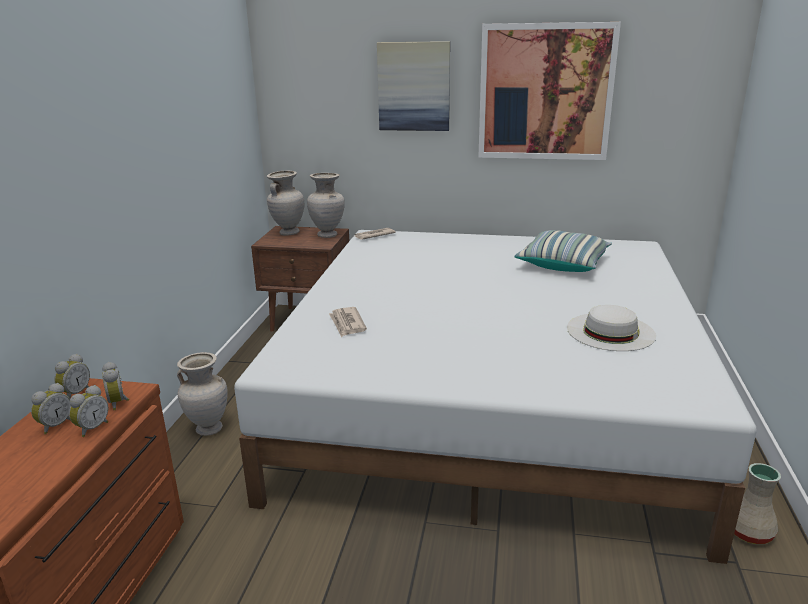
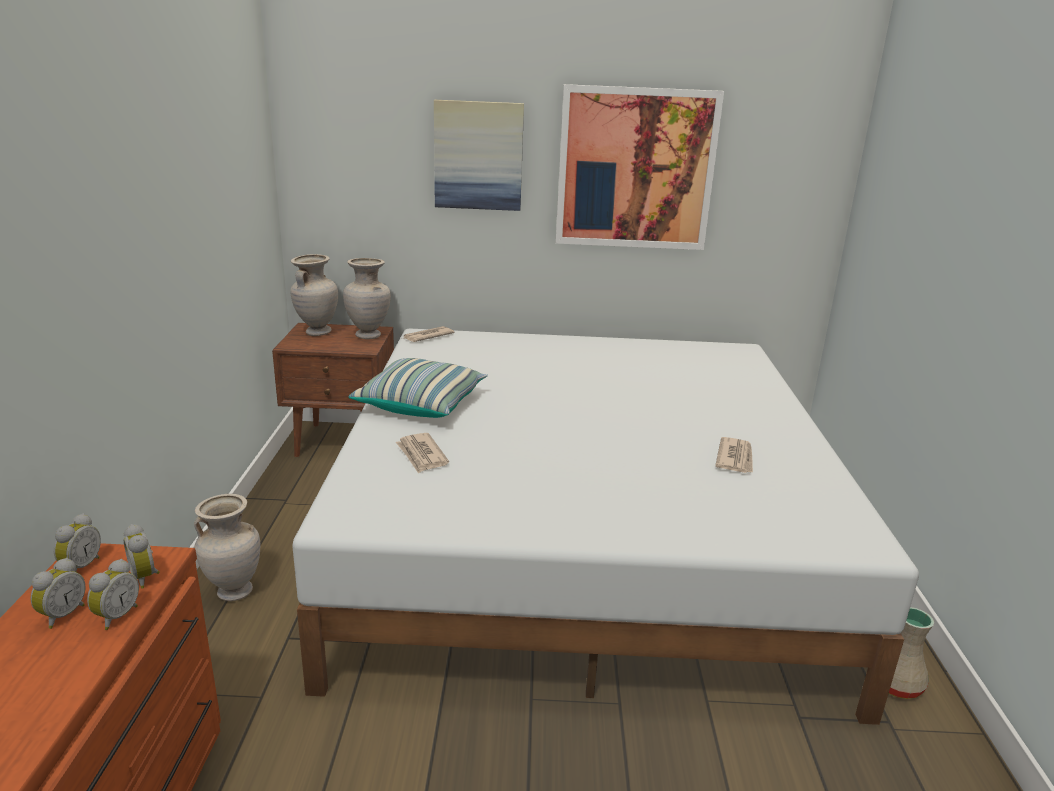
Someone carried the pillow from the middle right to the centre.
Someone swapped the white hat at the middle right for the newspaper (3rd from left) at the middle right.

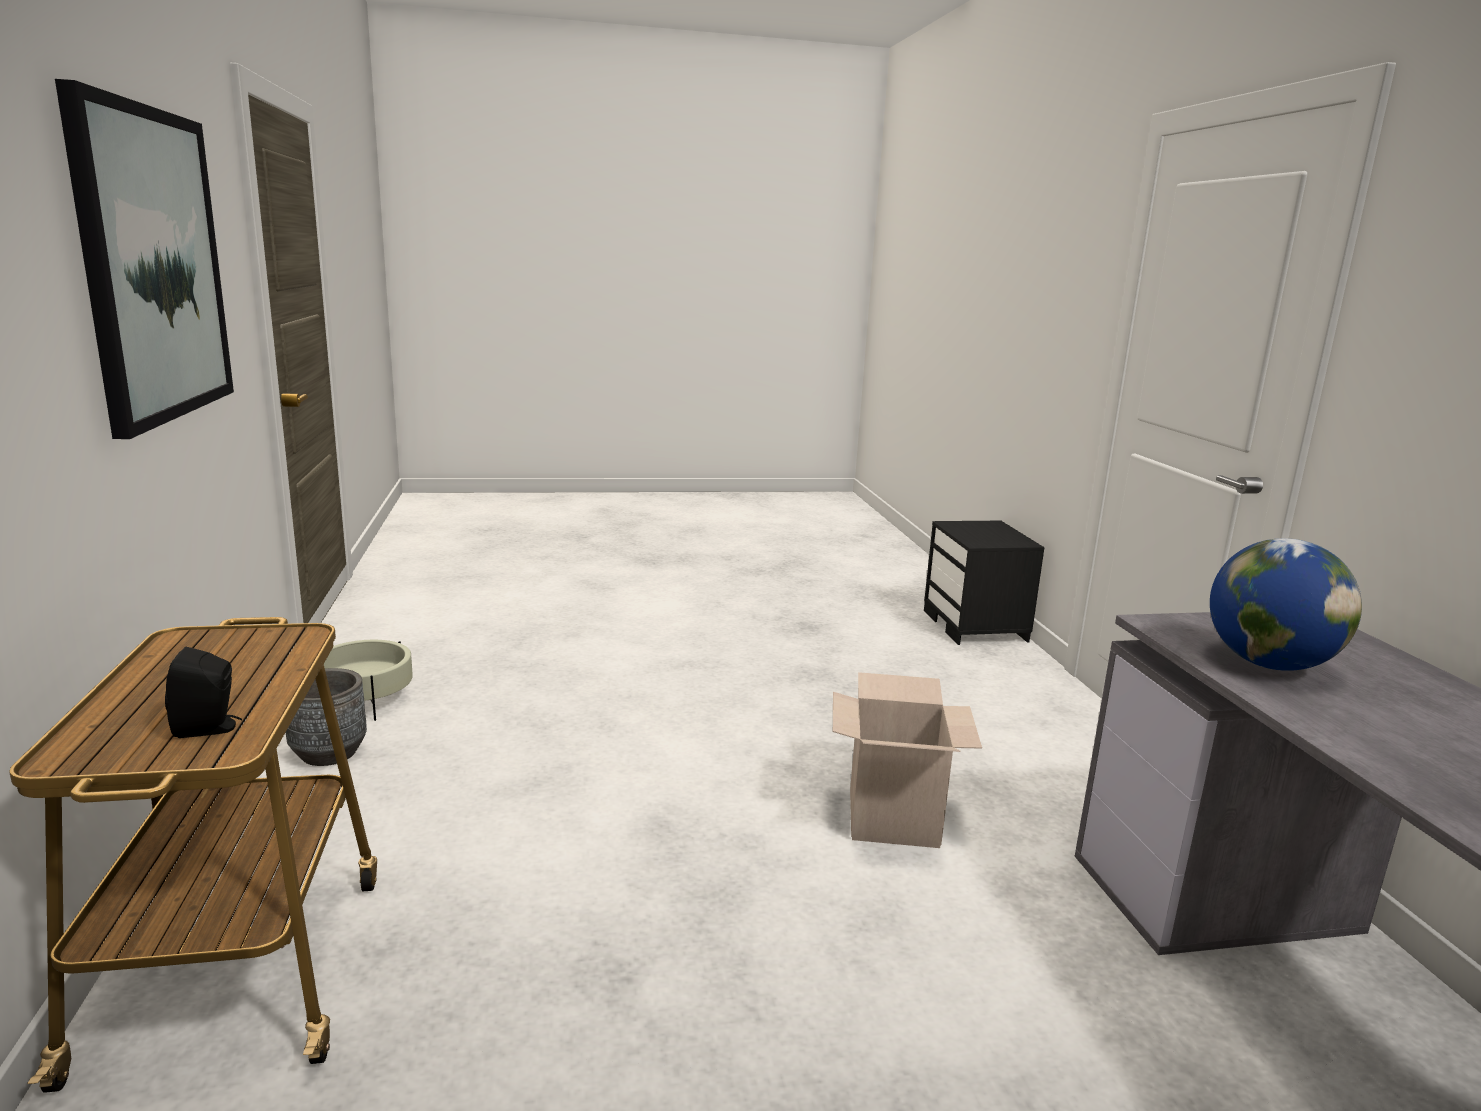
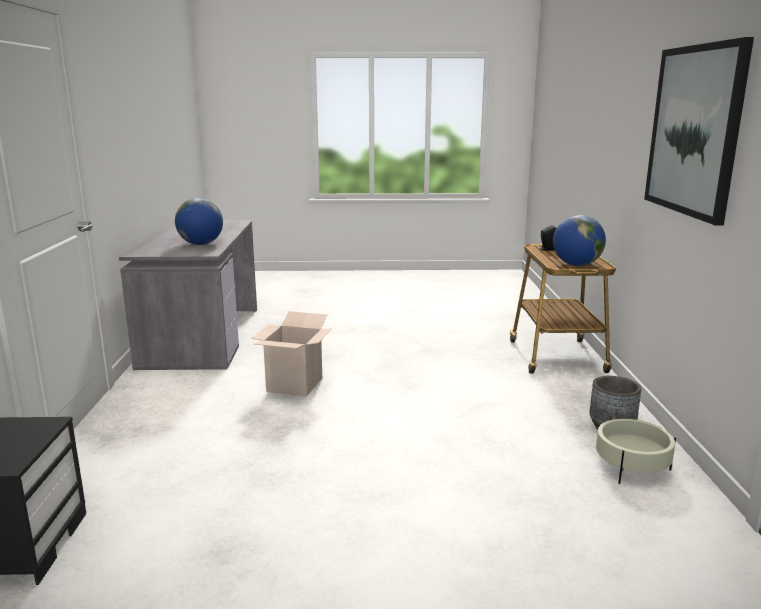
Someone put down the globe (2nd from left) at the middle right.

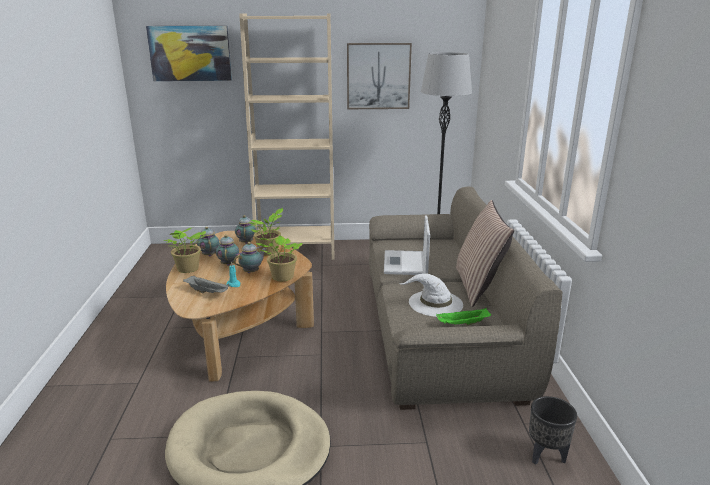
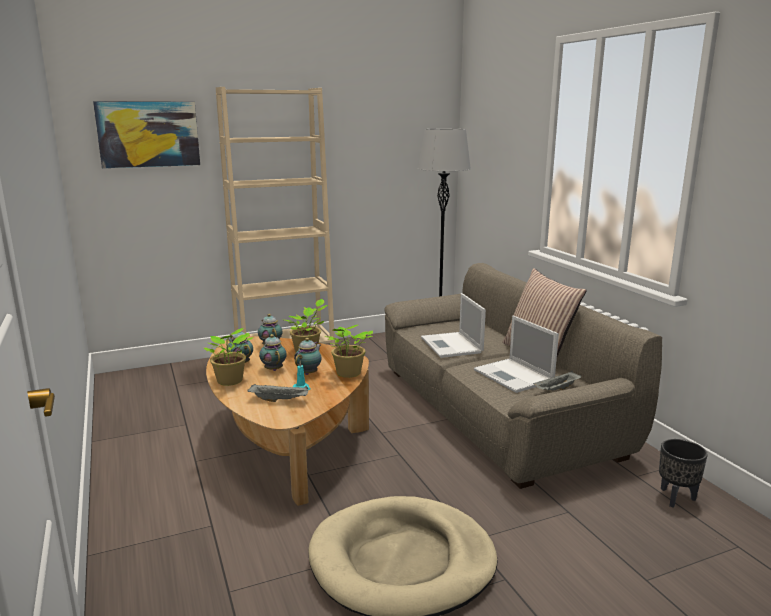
Someone swapped the white hat at the centre for the laptop (2nd from left) at the middle right.
Someone repainted the green tray at the centre, which became the grey tray (2nd from left) at the middle right.
Someone took away the picture (2nd from left) at the top centre.

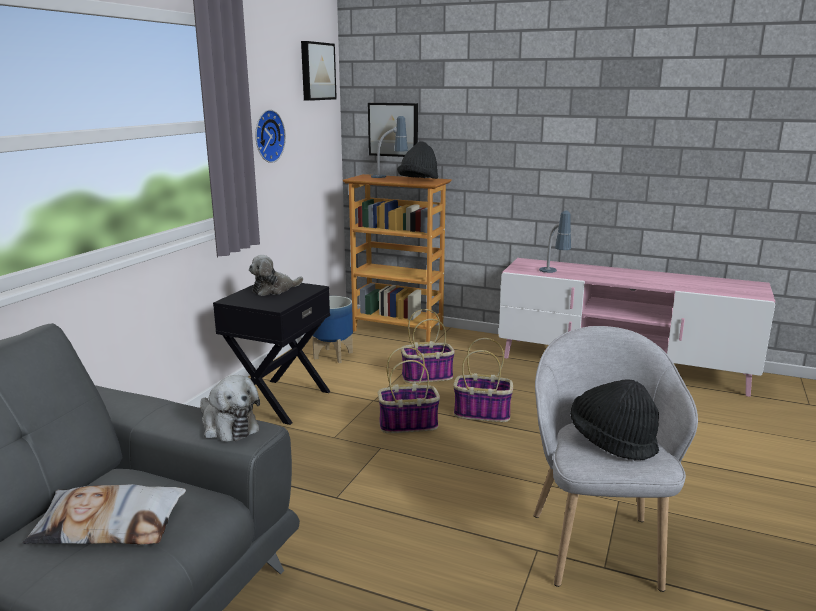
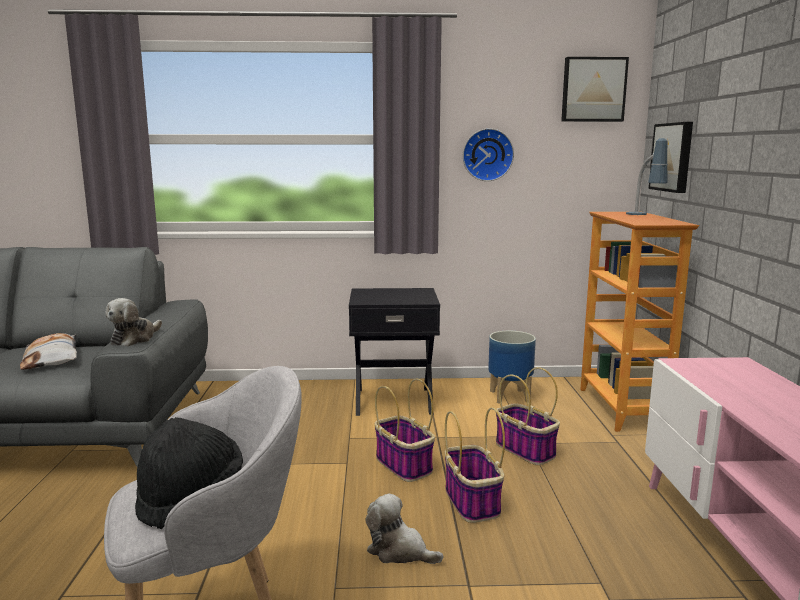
Someone carried the plush toy (2nd from left) from the centre to the bottom centre.
Someone took away the black hat (1st from left) at the top centre.
Someone took away the table lamp (2nd from left) at the middle right.

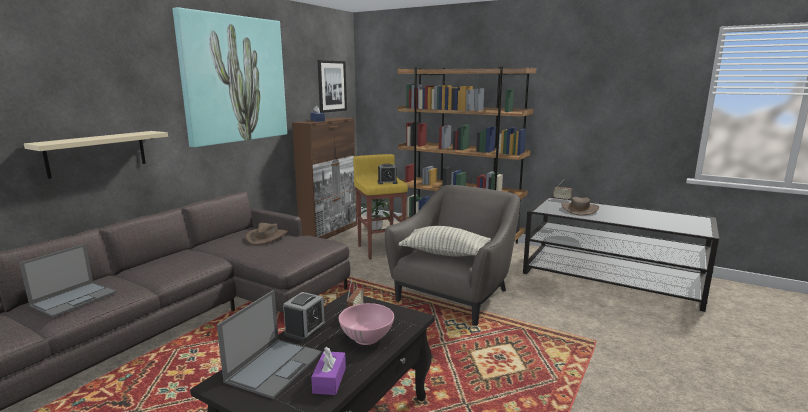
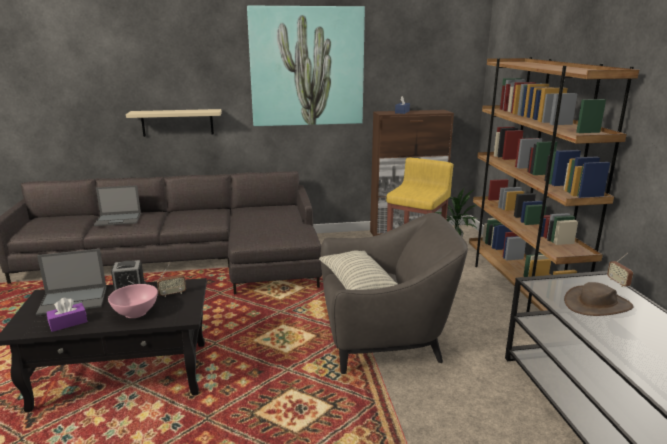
Someone took away the brown hat (1st from left) at the middle left.
Someone took away the picture (2nd from left) at the top centre.
Someone took away the alarm clock (2nd from left) at the centre.

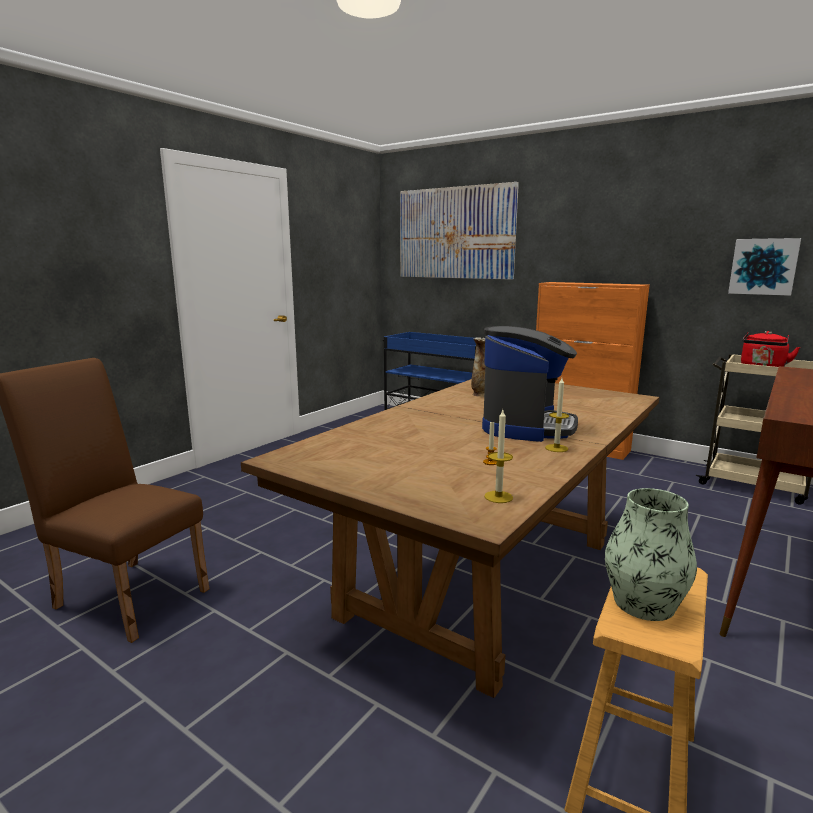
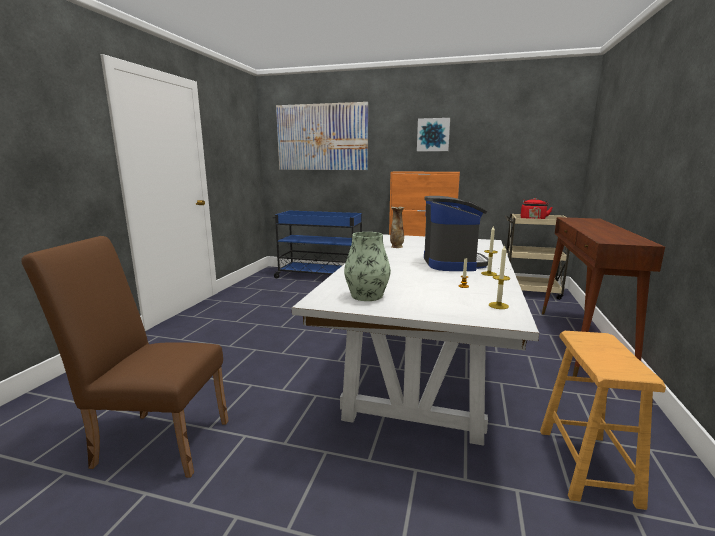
Someone repainted the brown dining table at the centre, which became the white dining table at the centre.
Someone carried the vase (2nd from left in the first image) from the bottom right to the centre.
Someone carried the picture (2nd from left) from the top right to the top centre.

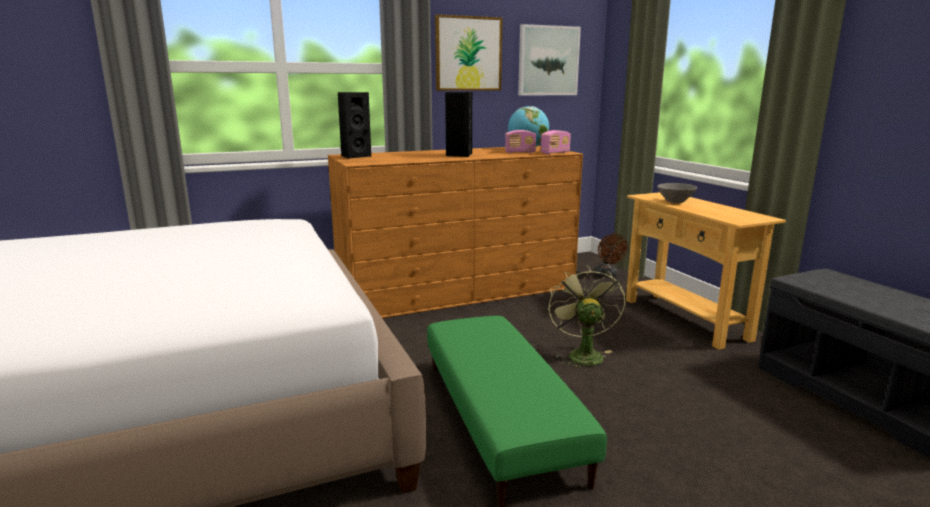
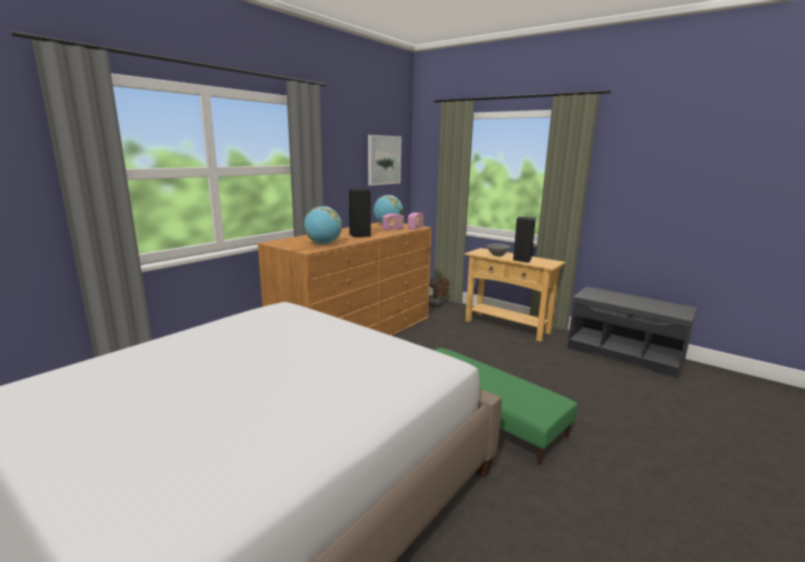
Someone put down the globe (1st from left) at the centre.
Someone carried the black speaker (1st from left in the first image) from the top centre to the centre.
Someone took away the picture (1st from left) at the top centre.
Someone took away the green fan at the centre.

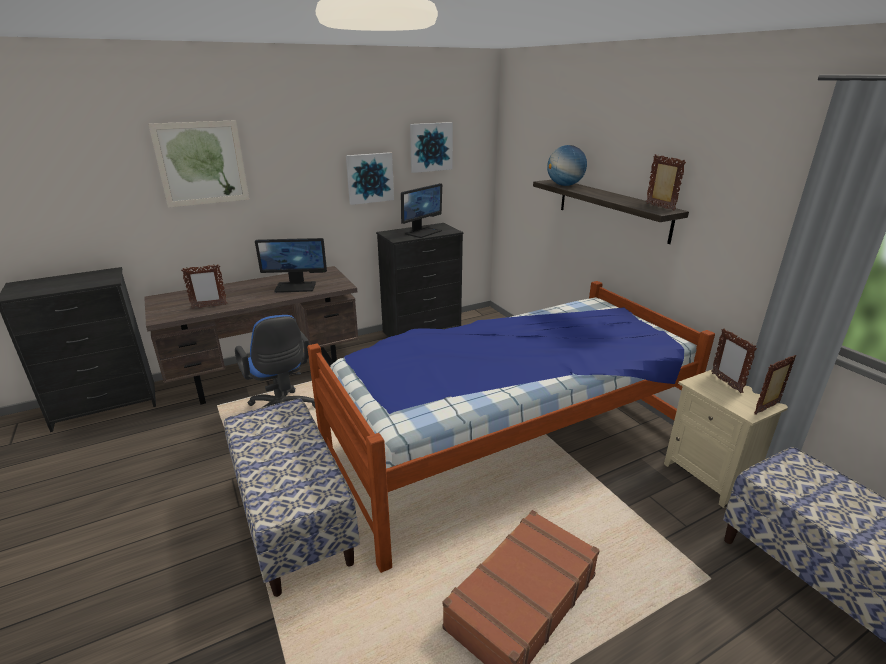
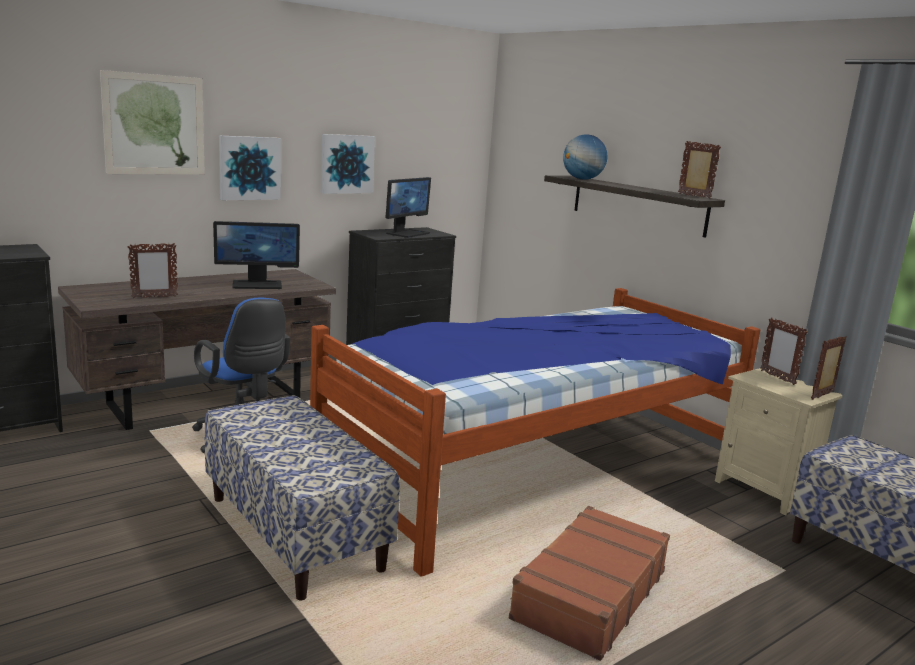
Someone carried the picture (3rd from left in the first image) from the top centre to the top left.

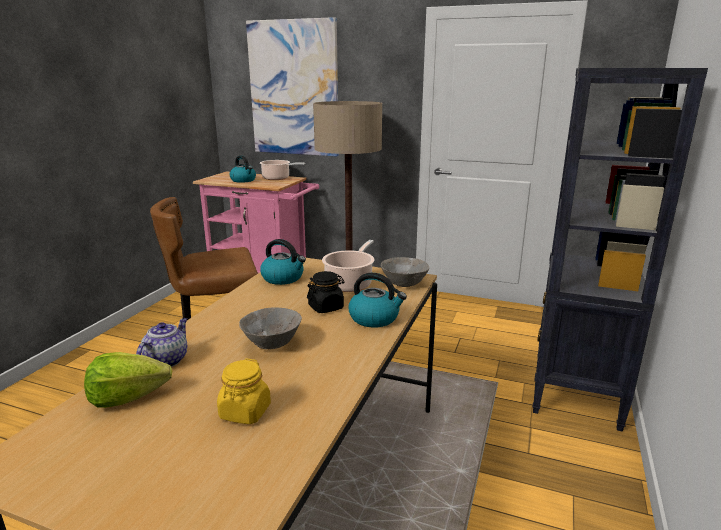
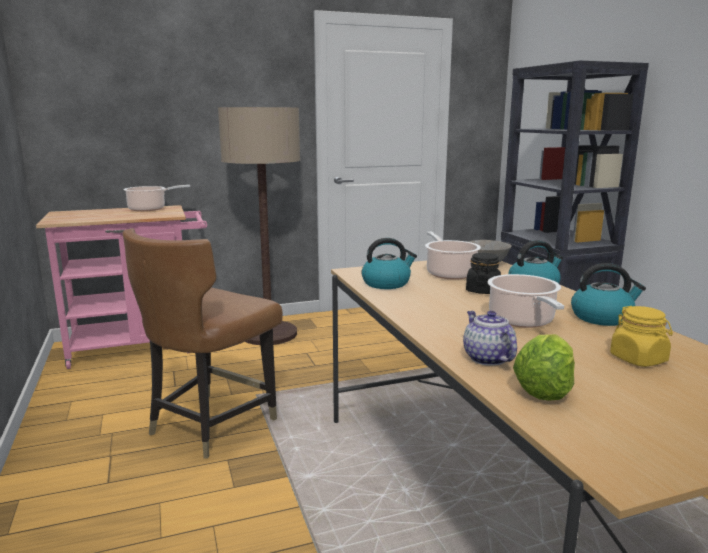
Someone swapped the grey bowl (1st from left) at the centre for the cooking pot (3rd from left) at the middle right.
Someone carried the kettle (1st from left in the first image) from the top centre to the middle right.
Someone took away the picture at the top centre.

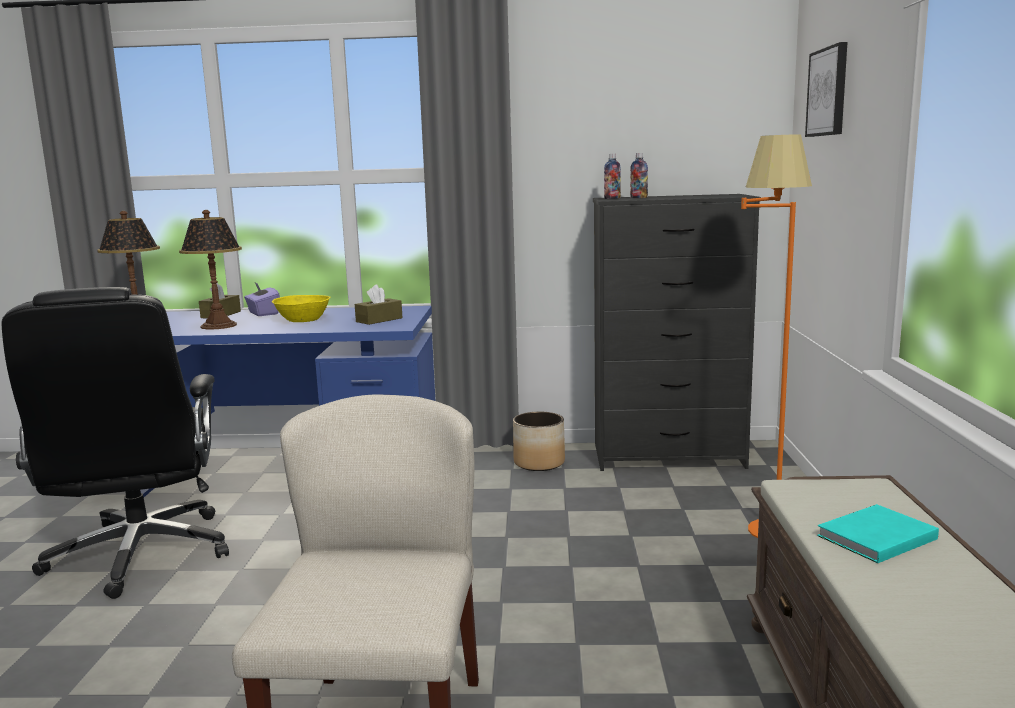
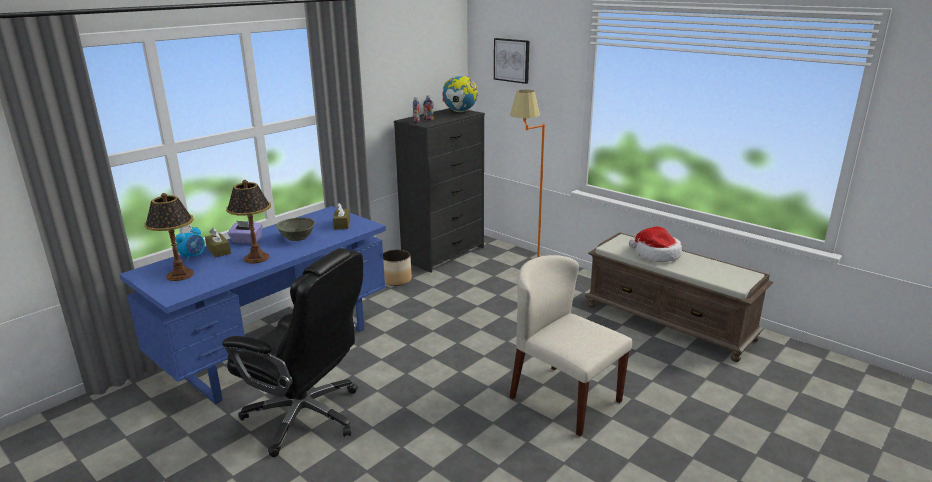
Someone put down the alarm clock at the middle left.
Someone repainted the yellow bowl at the middle left, which became the grey bowl at the middle left.
Someone put down the globe at the top centre.
Someone swapped the turquoise book at the bottom right for the hat at the middle right.

